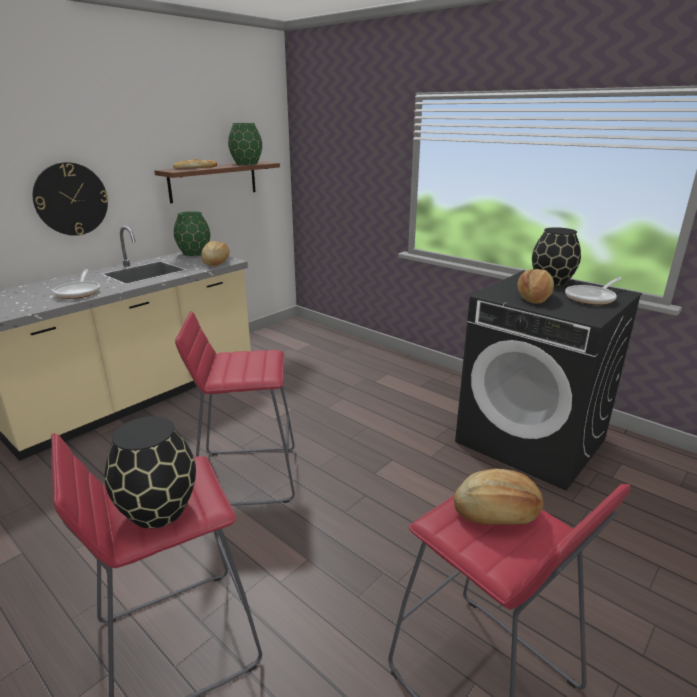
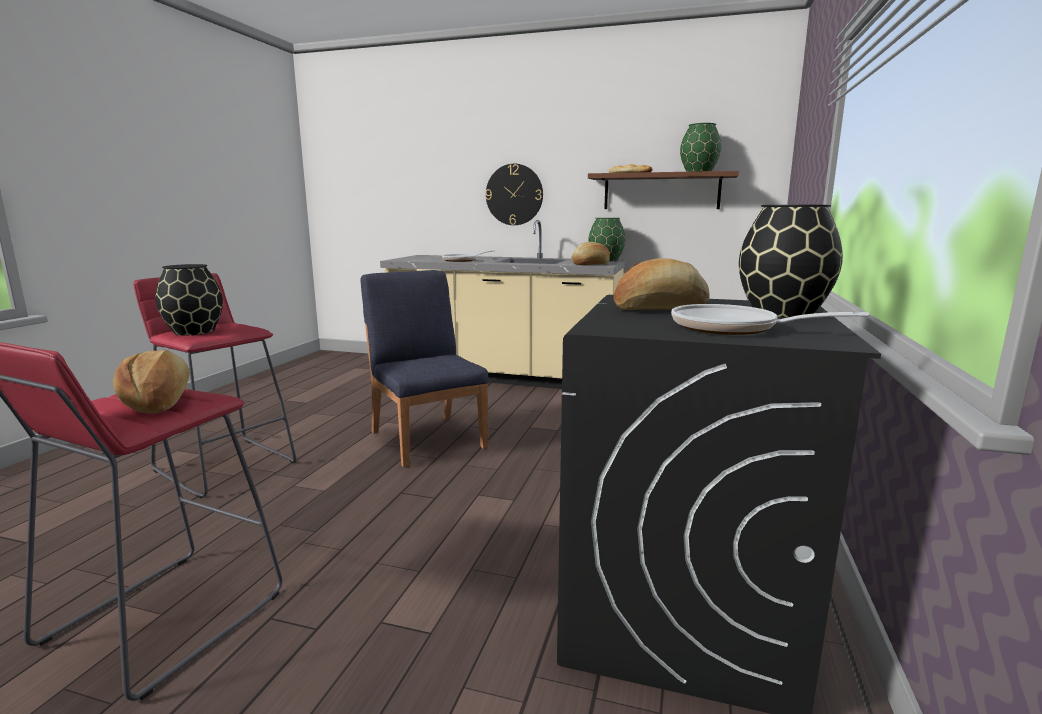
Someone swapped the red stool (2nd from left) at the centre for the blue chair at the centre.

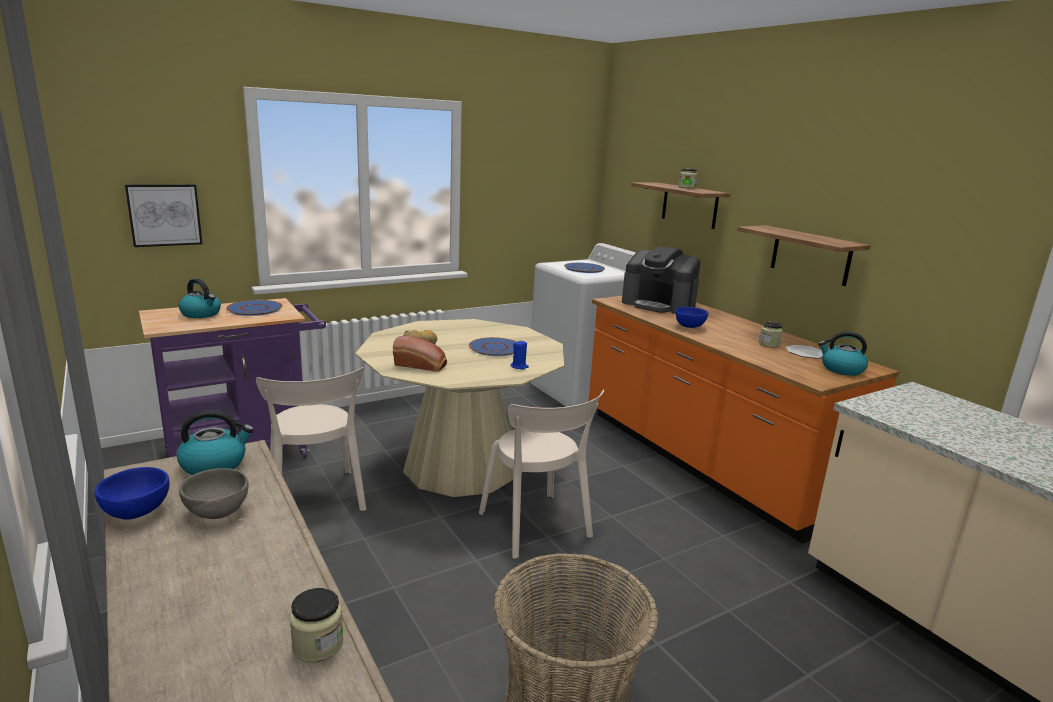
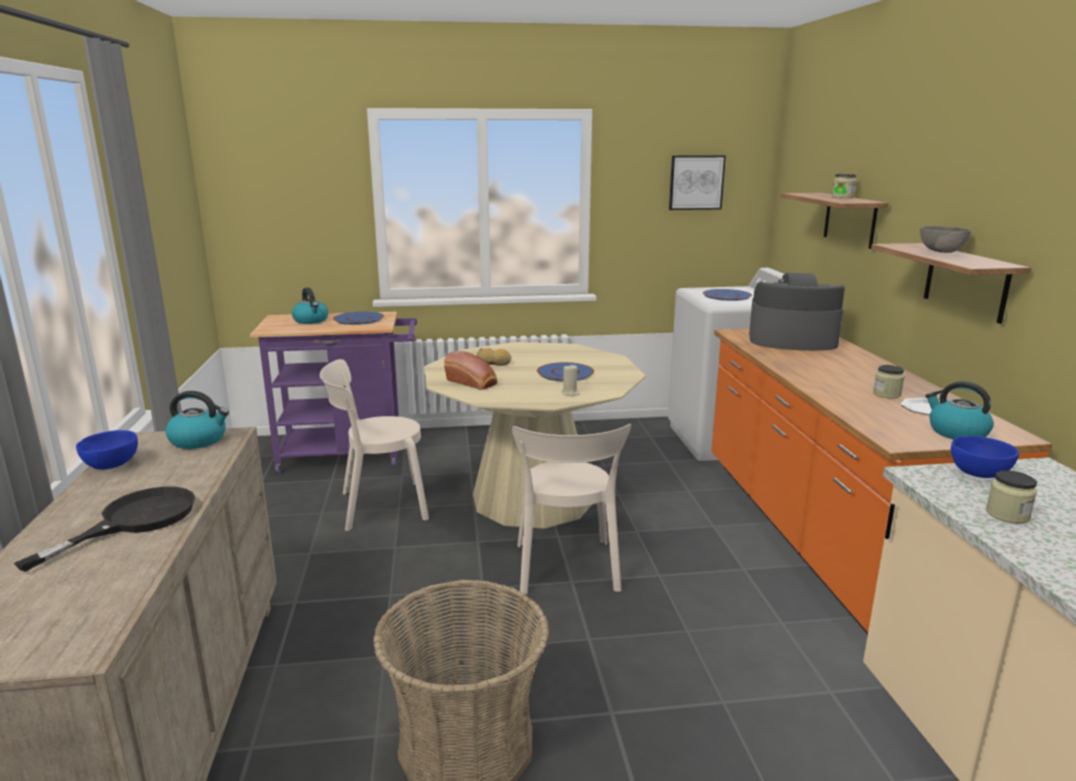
Someone put down the black frying pan at the bottom left.
Someone rotated the beige chair (1st from left) at the middle left by 75 degrees clockwise.
Someone repainted the blue candle at the centre, which became the beige candle at the centre.
Someone carried the picture from the top left to the top centre.
Someone rotated the coffee machine at the centre by 135 degrees clockwise.
Someone carried the grey bowl from the bottom left to the top right.
Someone carried the blue bowl (2nd from left) from the centre to the middle right.
Someone carried the jar (1st from left in the first image) from the bottom left to the middle right.

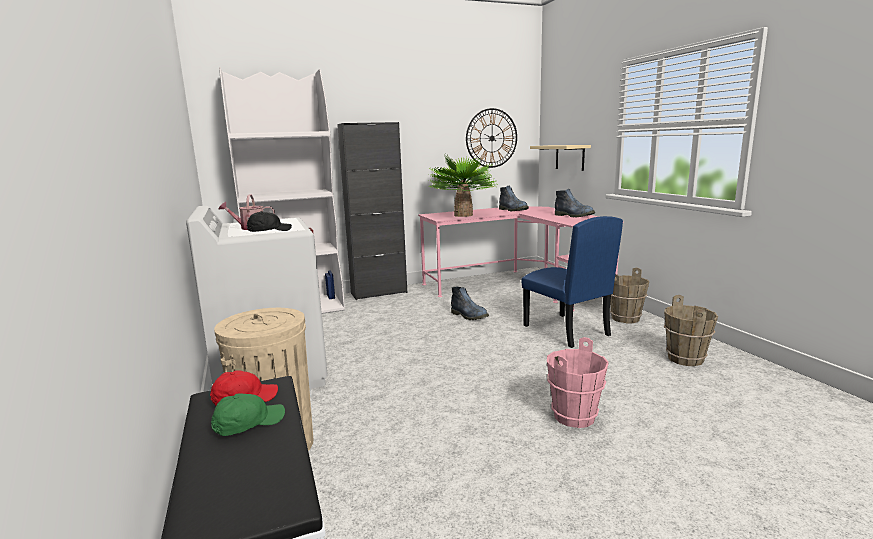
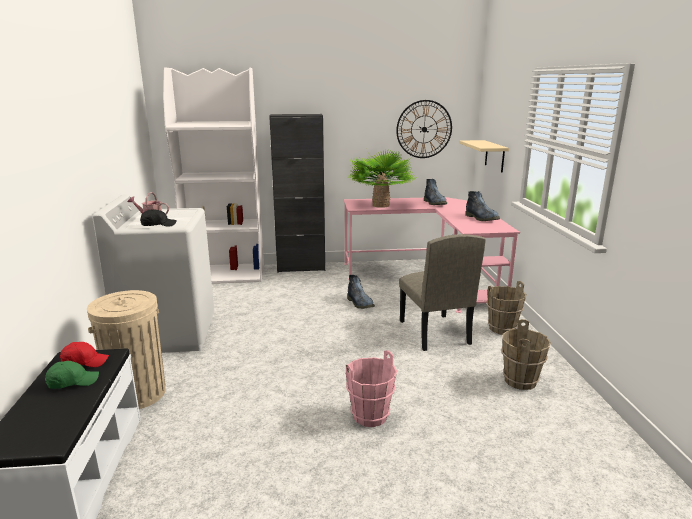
Someone repainted the blue chair at the centre, which became the beige chair at the centre.

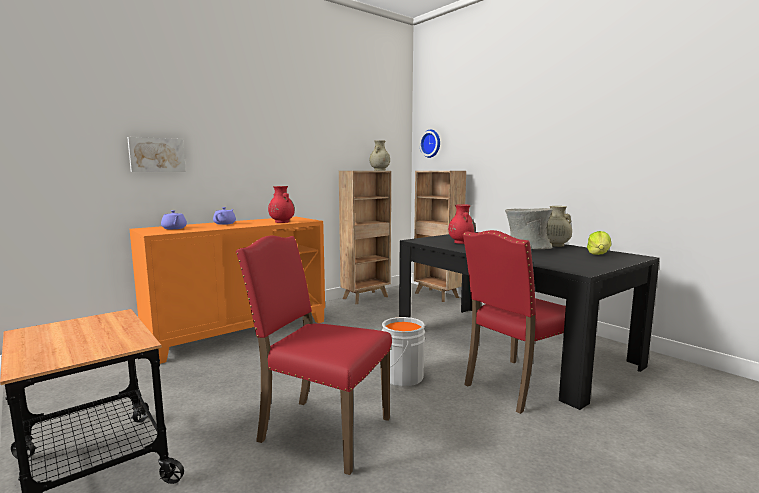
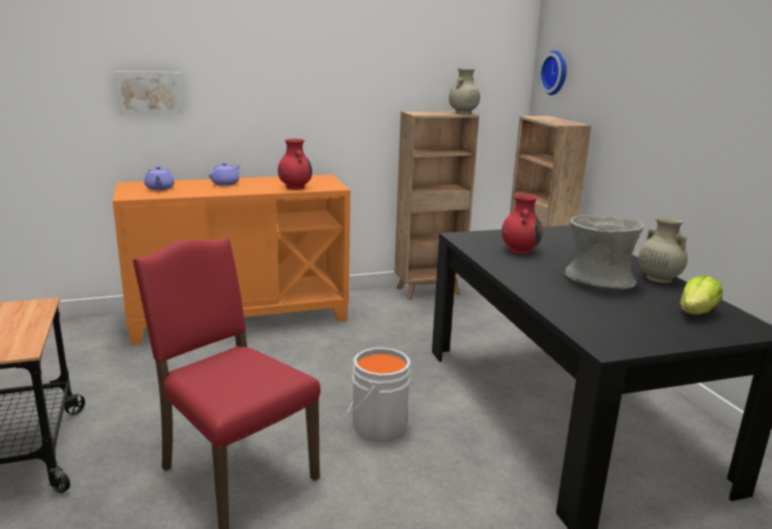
Someone took away the red chair (2nd from left) at the middle right.

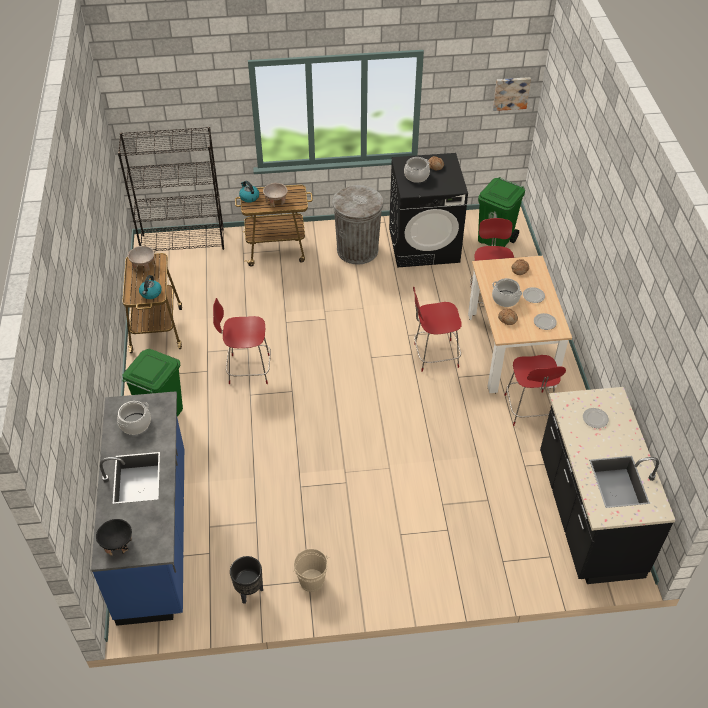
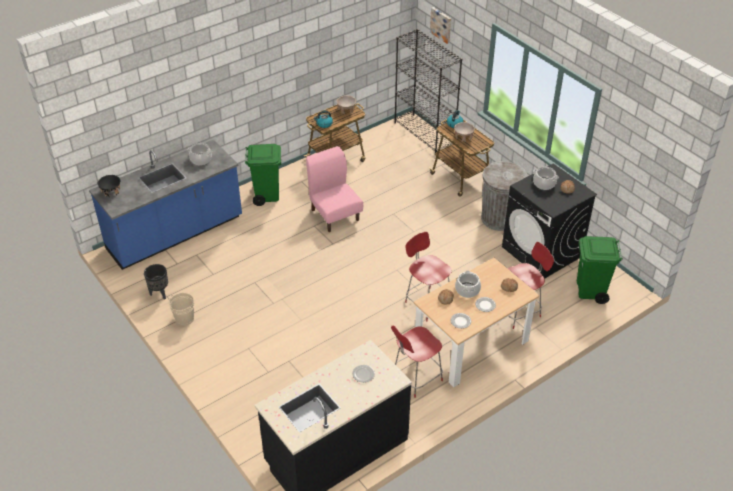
Someone swapped the red stool (1st from left) at the centre for the pink chair at the centre.
Someone carried the picture from the top right to the top centre.

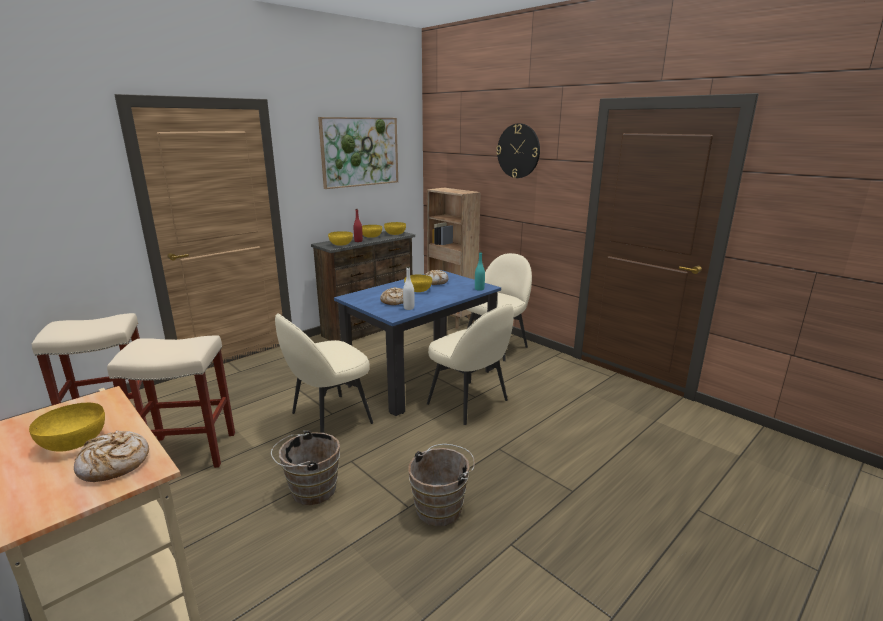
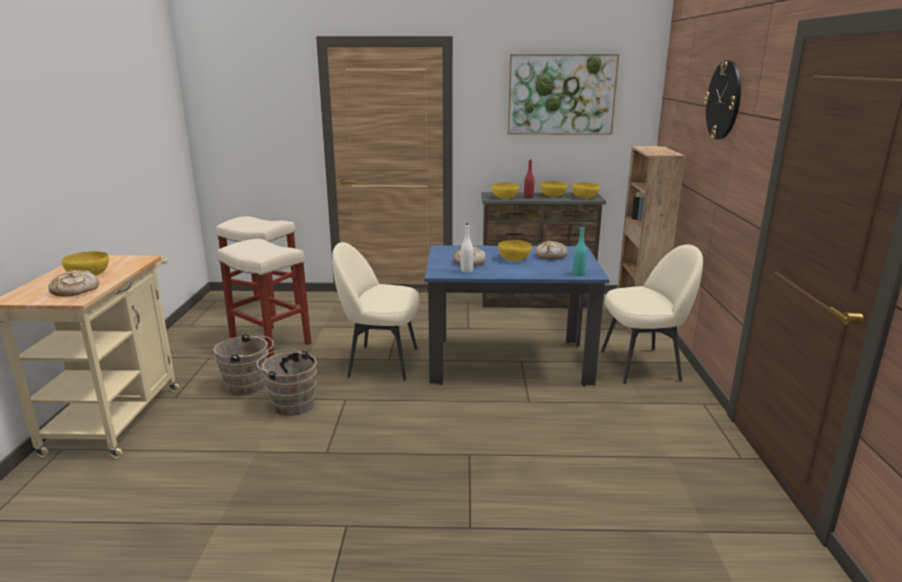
Someone carried the brown bucket (2nd from left in the first image) from the bottom centre to the middle left.
Someone took away the beige chair (2nd from left) at the centre.

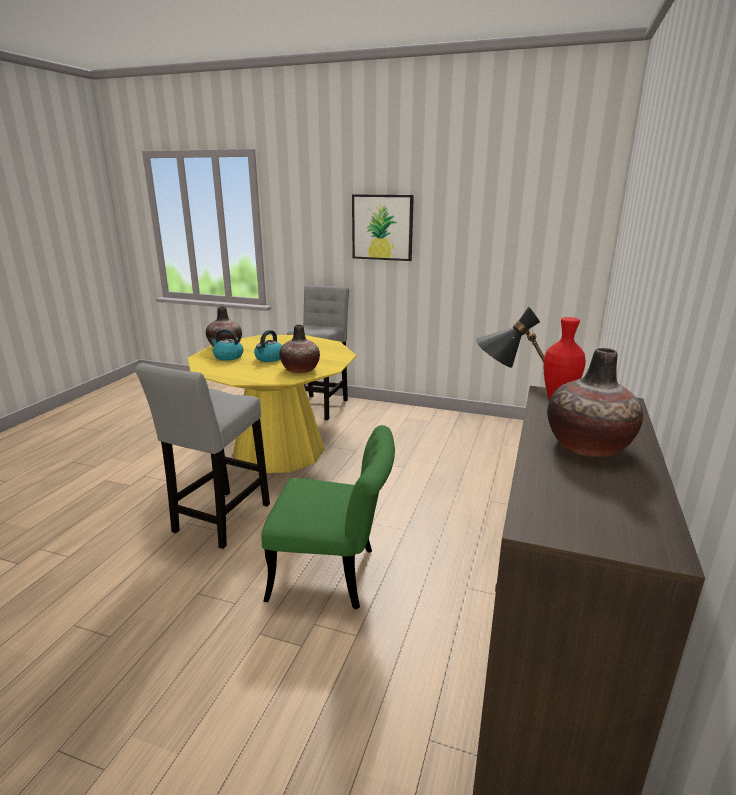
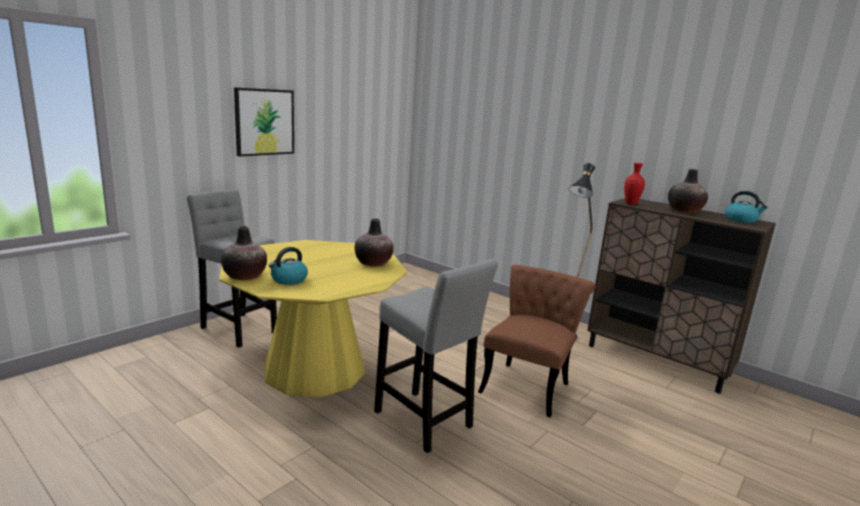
Someone repainted the green chair at the centre, which became the brown chair at the bottom centre.
Someone carried the kettle (2nd from left) from the centre to the middle right.

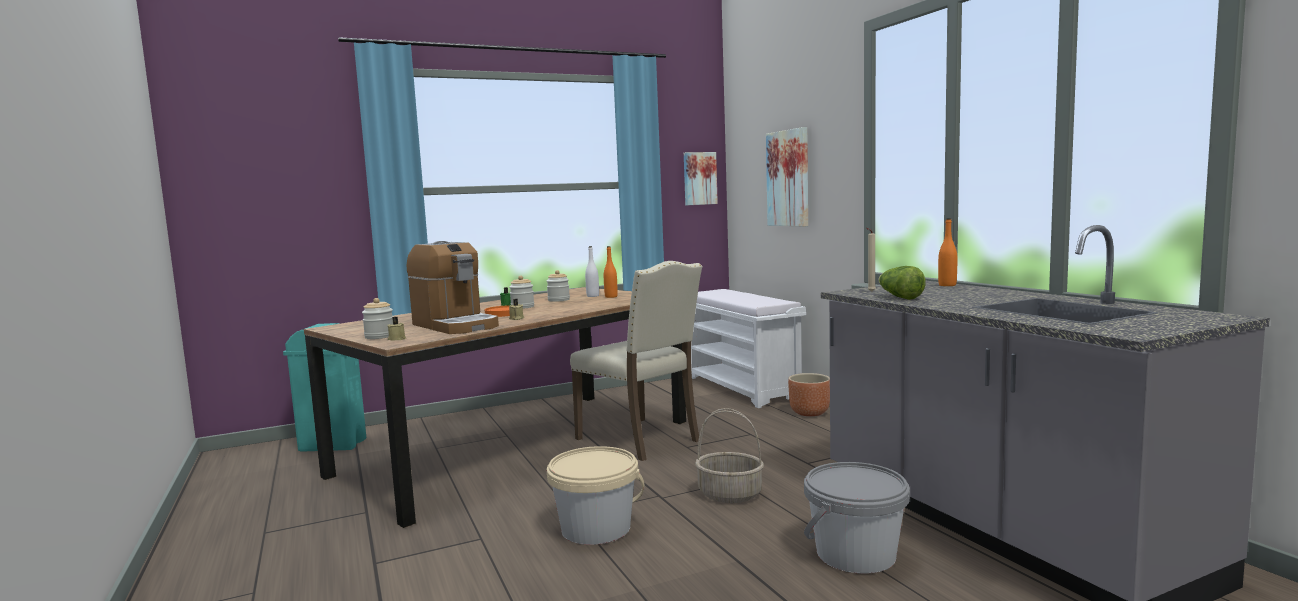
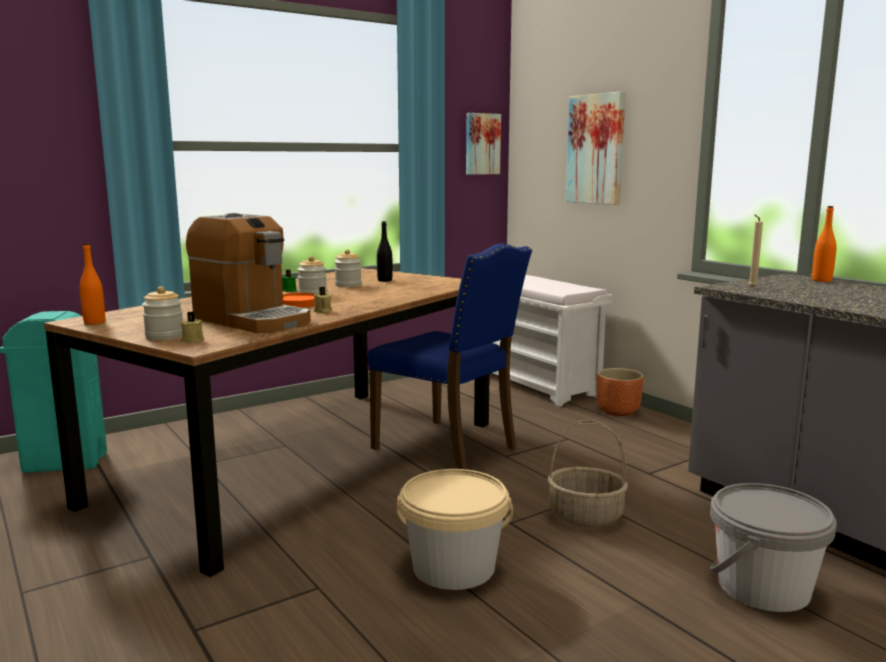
Someone carried the orange bottle (1st from left) from the centre to the middle left.
Someone repainted the beige chair at the centre, which became the blue chair at the centre.
Someone repainted the white bottle at the centre, which became the black bottle at the centre.
Someone took away the lettuce at the middle right.

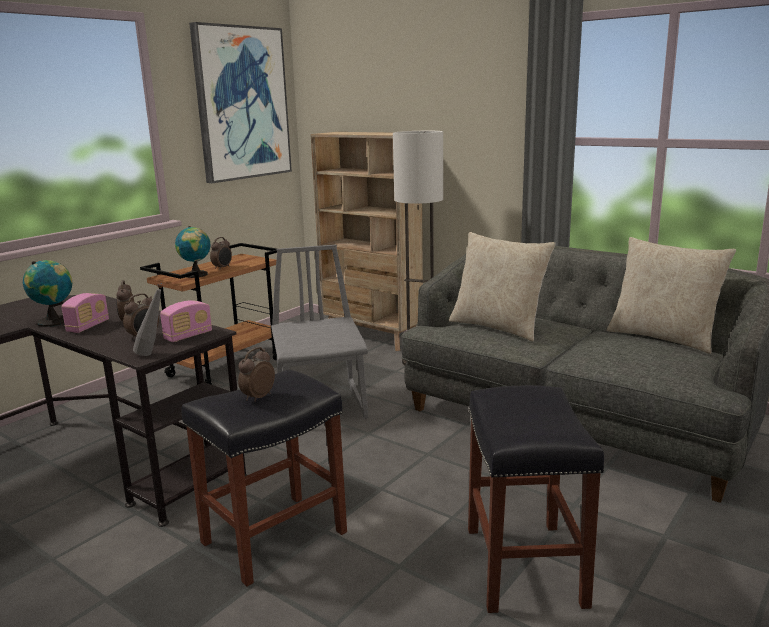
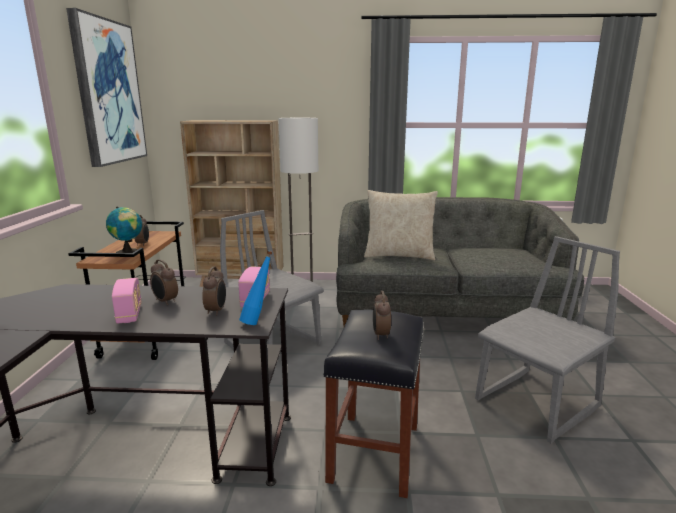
Someone repainted the grey bottle at the middle left, which became the blue bottle at the centre.
Someone swapped the black stool (2nd from left) at the bottom right for the grey chair (2nd from left) at the middle right.
Someone took away the globe (1st from left) at the middle left.
Someone took away the beige pillow (2nd from left) at the middle right.

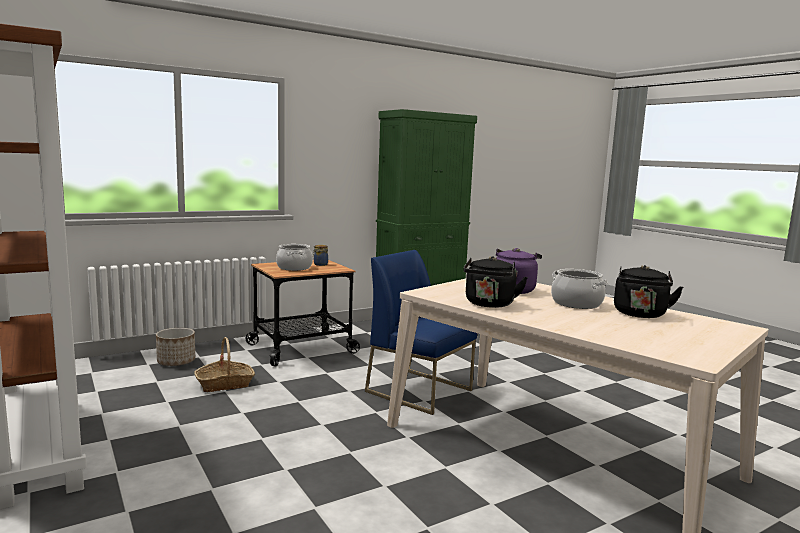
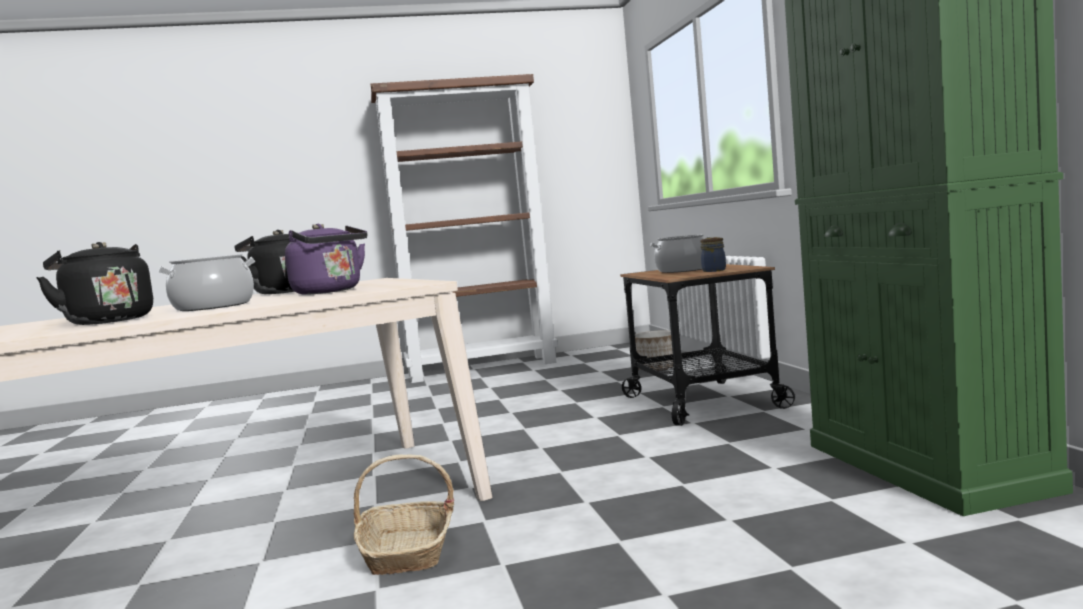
Someone carried the basket from the bottom left to the bottom centre.
Someone took away the blue chair at the centre.

